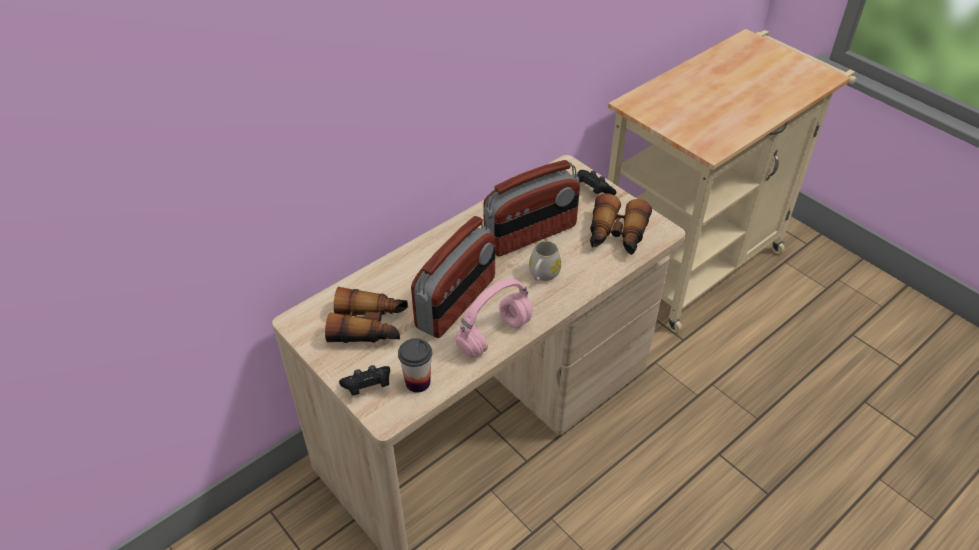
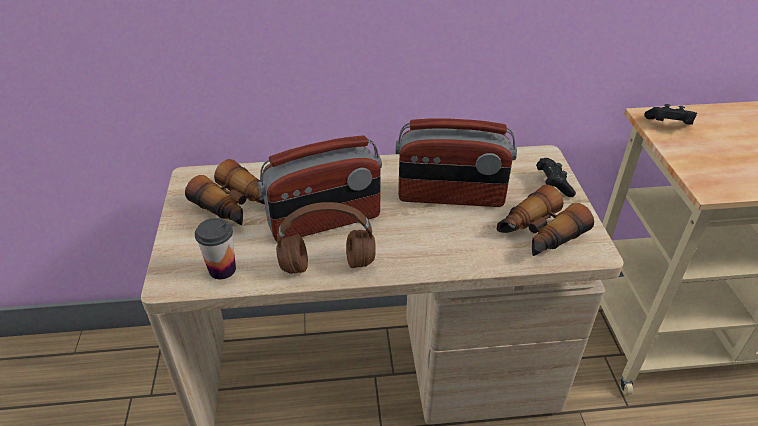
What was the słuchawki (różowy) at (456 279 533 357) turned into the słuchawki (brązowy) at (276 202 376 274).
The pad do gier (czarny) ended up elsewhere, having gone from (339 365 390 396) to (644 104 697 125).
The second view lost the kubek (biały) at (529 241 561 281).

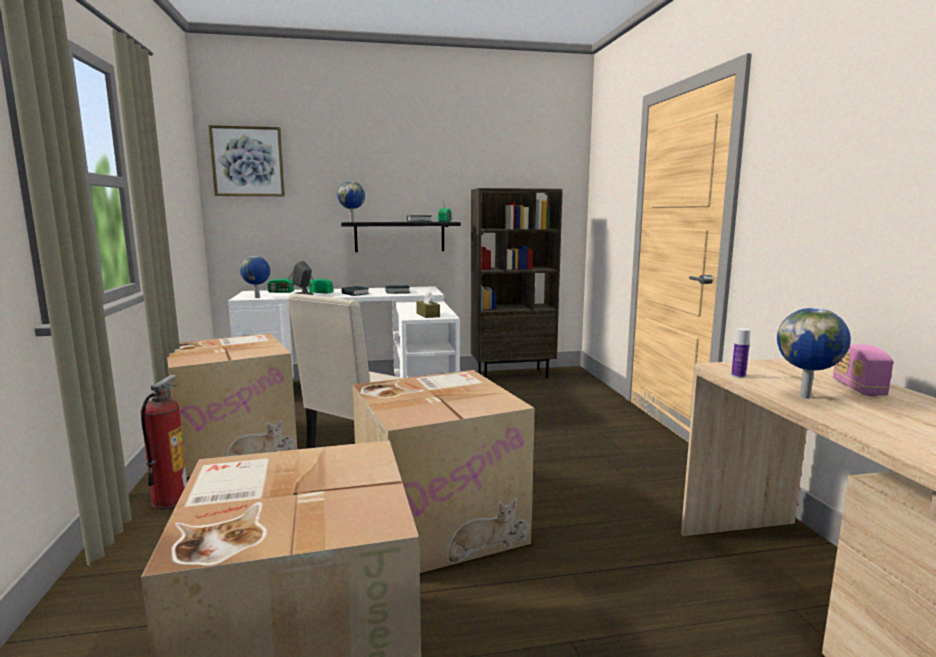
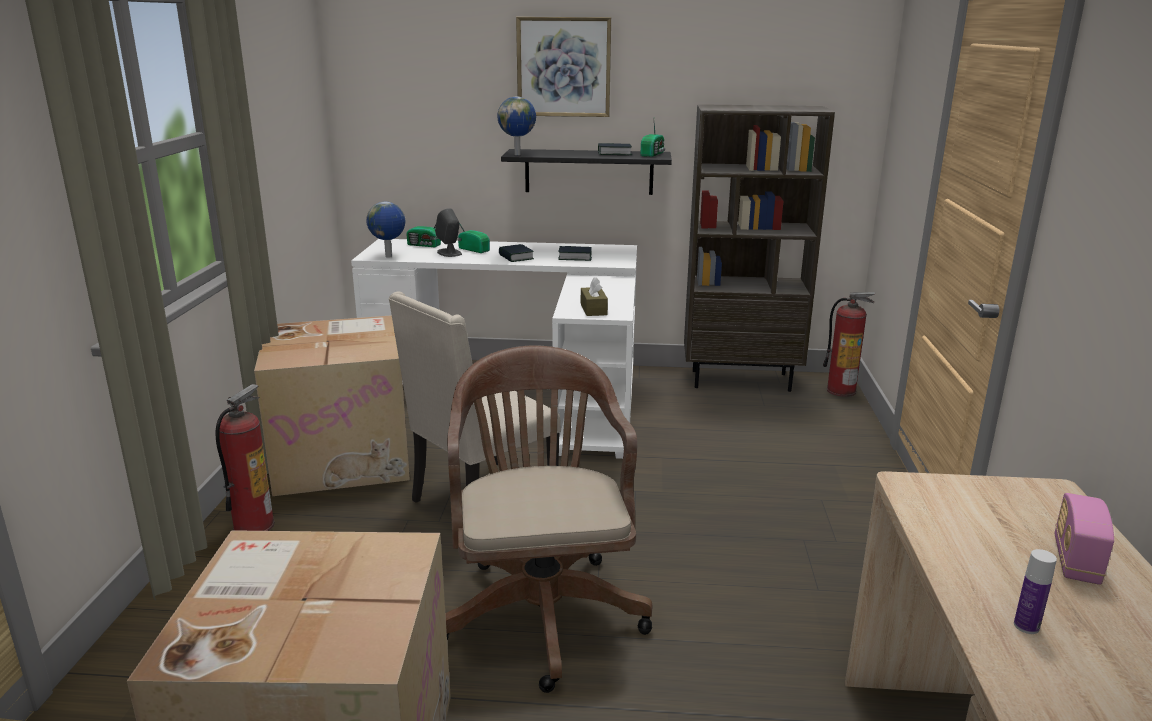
Where the karton stood at (352 370 535 573), the krzesło biurowe (brązowy) came to stand at (445 346 652 693).
The obraz ended up elsewhere, having gone from (208 125 285 196) to (516 17 611 117).
The second view gained the gaśnica at (823 292 876 397).
The butelka ended up elsewhere, having gone from (731 328 750 378) to (1014 549 1057 634).
The second view lost the globus at (777 308 851 399).

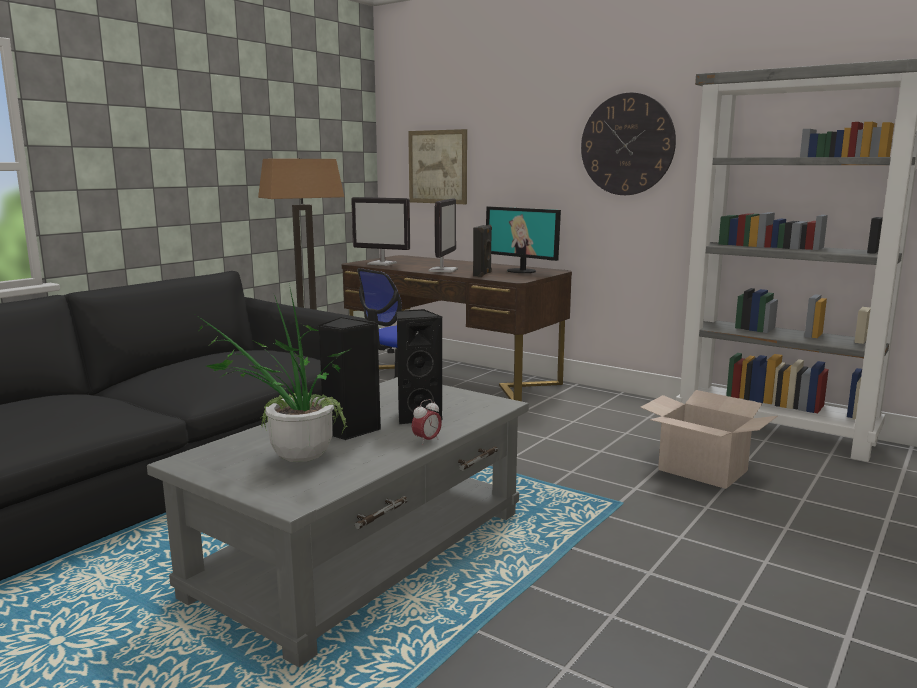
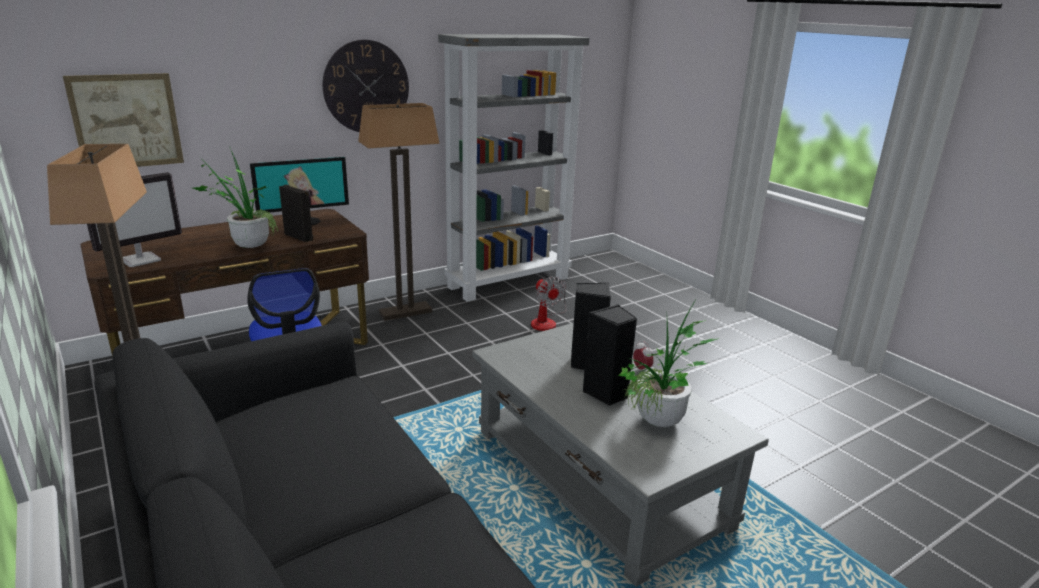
Where the monitor stood at (429 198 458 272), the roślina doniczkowa came to stand at (193 146 278 248).
The second view gained the lampa stojąca at (358 103 440 321).
Where the karton stood at (640 390 778 489), the wentylator came to stand at (531 277 567 331).

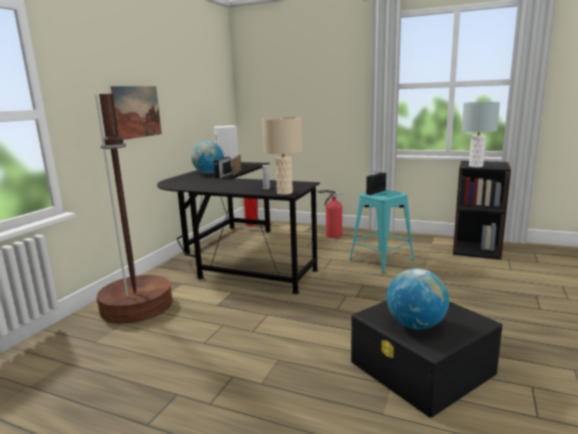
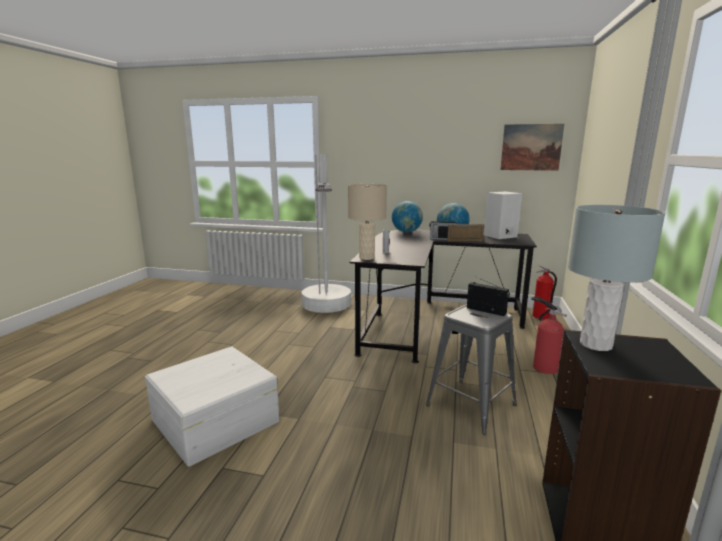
What was the pojemnik do przechowywania (czarny) at (351 301 502 418) turned into the pojemnik do przechowywania (biały) at (145 346 280 467).
What was the lampa stojąca (brązowy) at (95 94 173 324) turned into the lampa stojąca (biały) at (302 154 351 313).
The globus ended up elsewhere, having gone from (387 268 449 329) to (392 201 423 232).
What was the stołek (turkusowy) at (350 190 415 273) turned into the stołek (szary) at (426 304 517 434).
The obraz ended up elsewhere, having gone from (111 86 162 140) to (501 124 564 171).

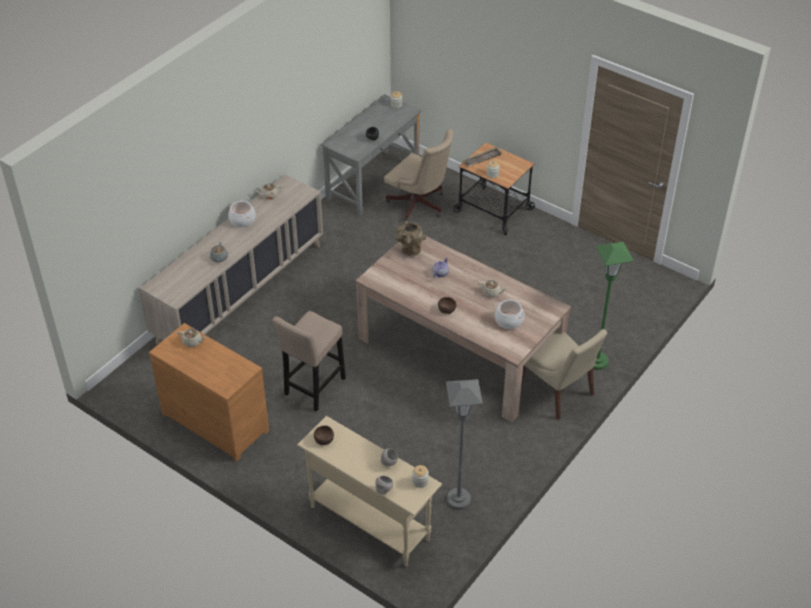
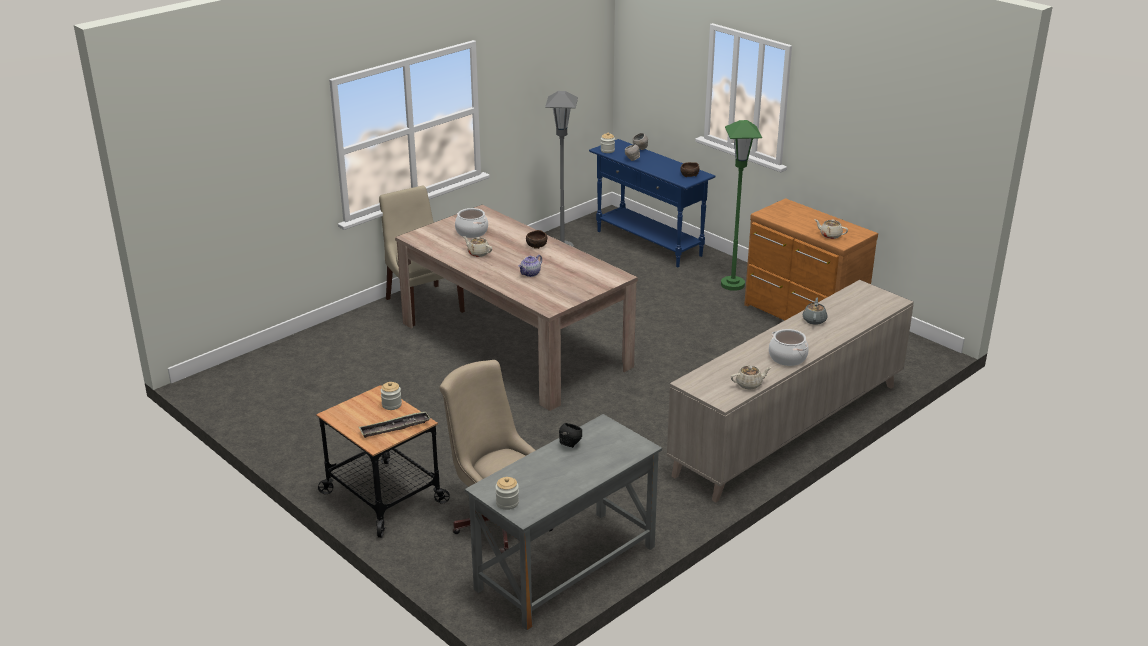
What was the stolik konsolowy (beżowy) at (297 416 442 567) turned into the stolik konsolowy (niebieski) at (589 139 716 267).
The lampa stojąca (zielony) ended up elsewhere, having gone from (593 242 634 370) to (721 120 762 291).
The second view lost the stołek (beżowy) at (272 311 346 411).
The second view lost the wazon (brązowy) at (395 220 426 256).

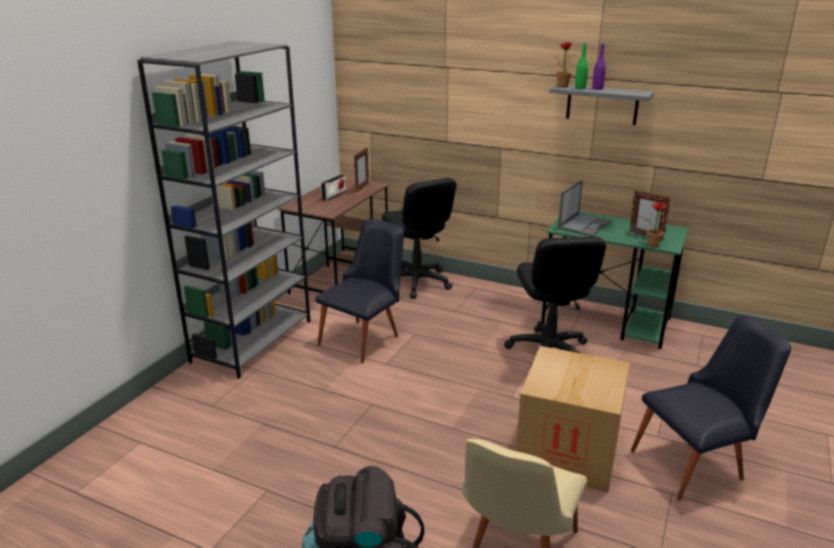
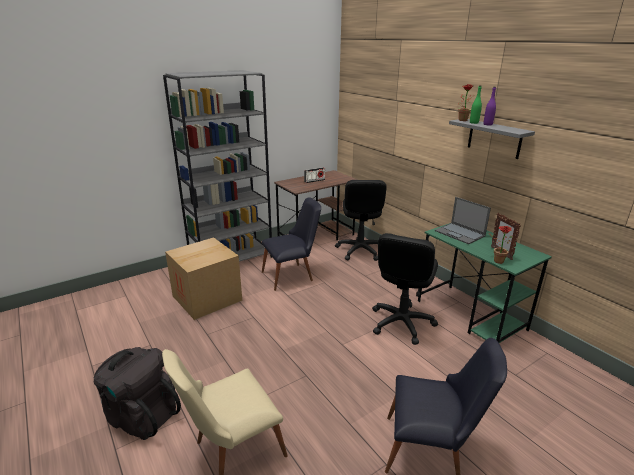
The karton ended up elsewhere, having gone from (516 346 630 492) to (165 237 242 320).
The laptop at (558 180 611 236) ended up facing another way, 75 degrees clockwise from before.
The second view lost the ramka na zdjęcie at (354 147 369 192).

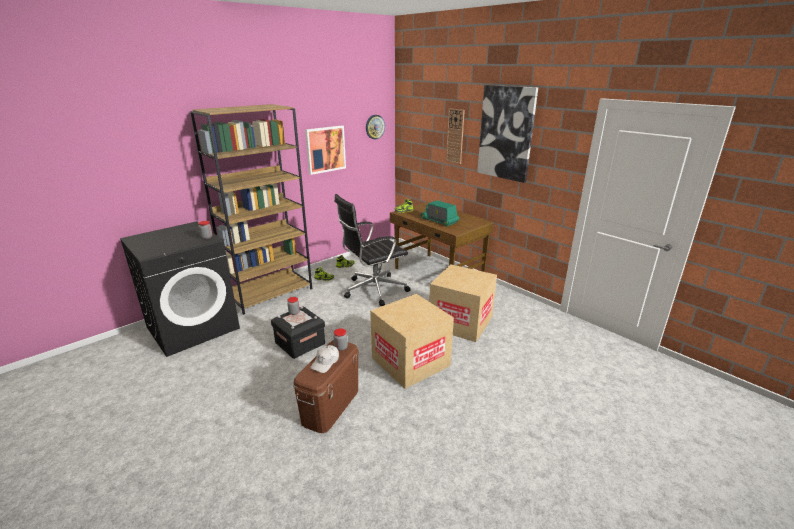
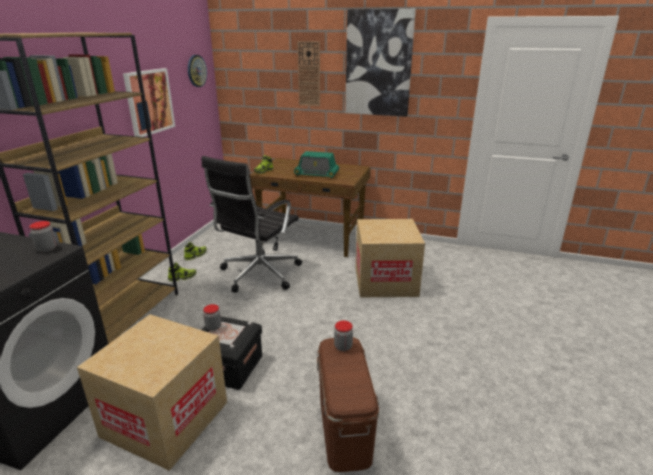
The karton ended up elsewhere, having gone from (370 294 454 389) to (77 314 227 471).
The second view lost the czapka z daszkiem (biały) at (310 345 339 373).

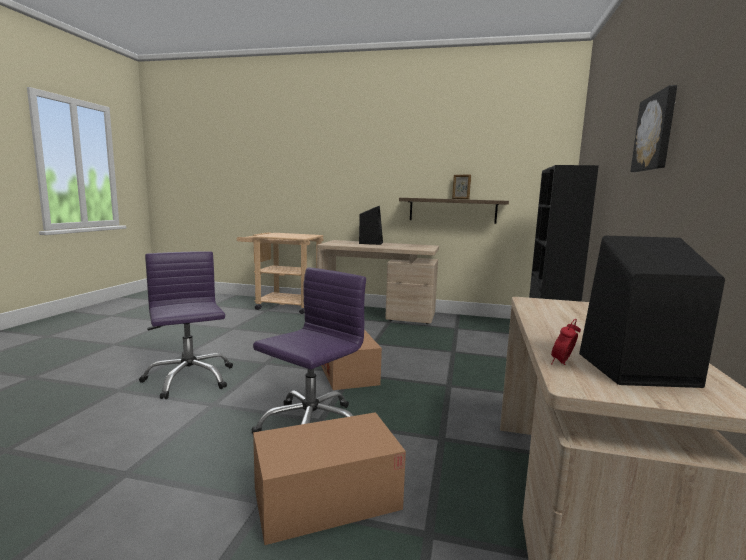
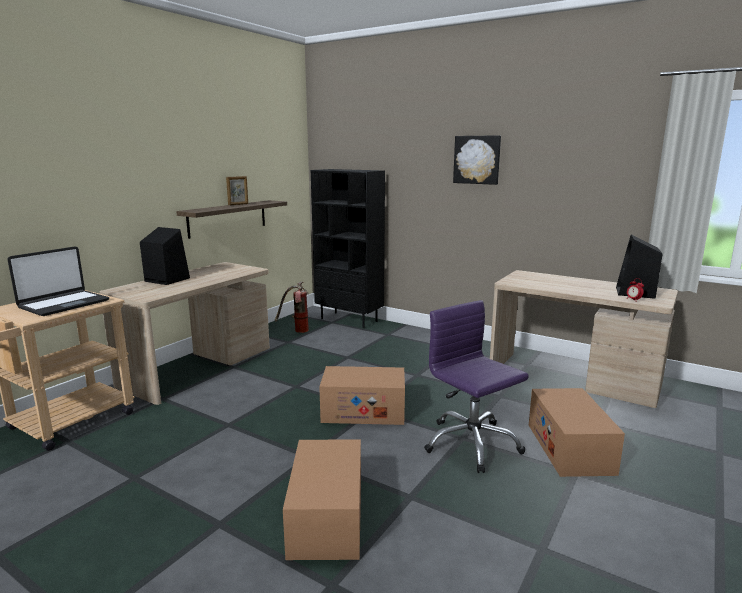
The second view gained the laptop at (8 246 109 316).
The second view gained the gaśnica at (275 282 309 333).
Where the krzesło biurowe (fioletowy) stood at (139 251 233 399), the karton came to stand at (283 439 361 560).

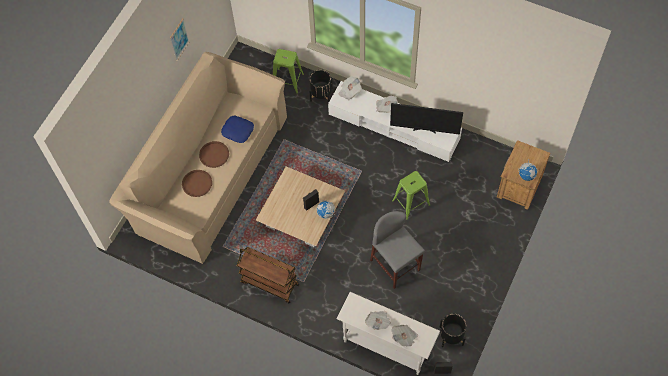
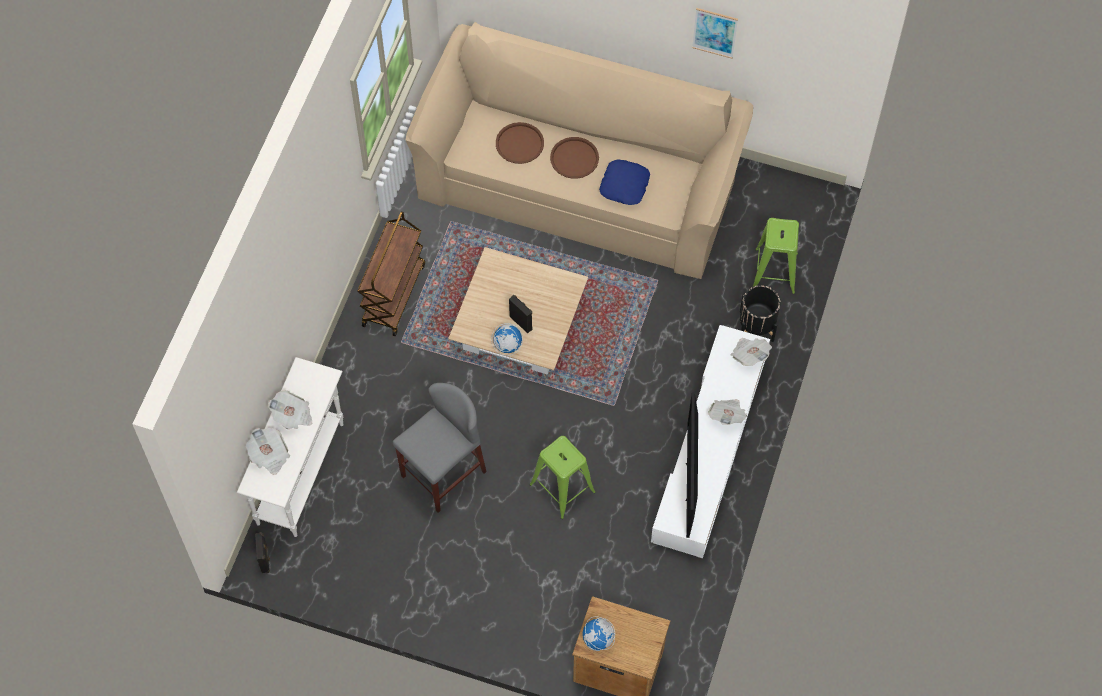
The second view lost the donica (czarny) at (440 314 467 347).

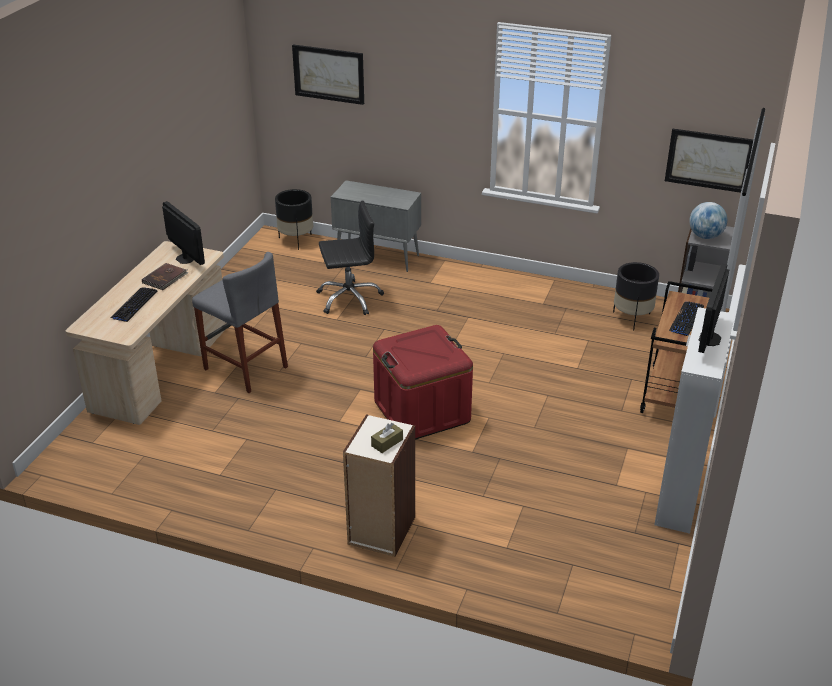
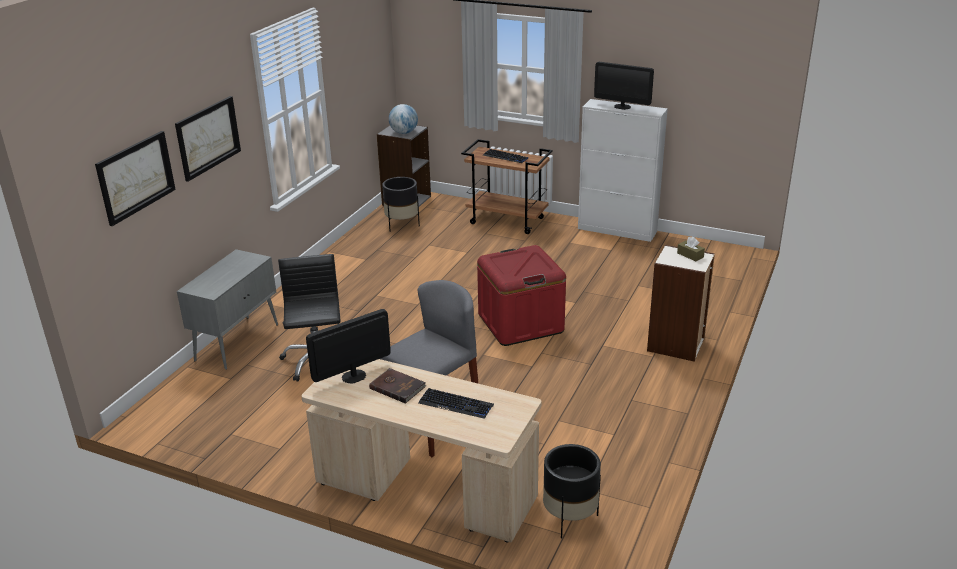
The obraz ended up elsewhere, having gone from (665 129 753 193) to (175 96 241 182).
The donica (czarny) ended up elsewhere, having gone from (275 189 313 250) to (543 444 601 539).

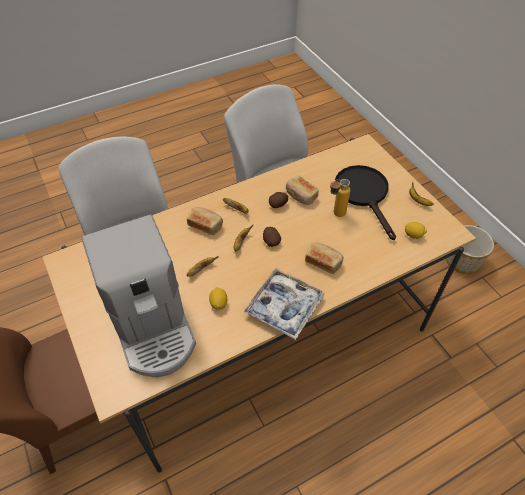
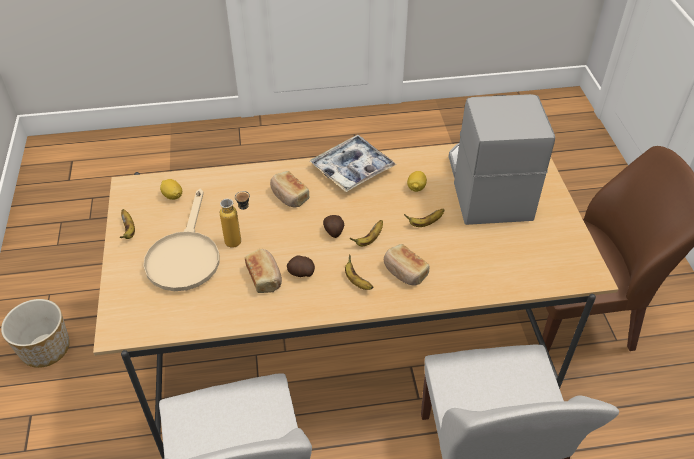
What was the patelnia (czarny) at (335 165 396 240) turned into the patelnia (beżowy) at (144 189 219 291).

